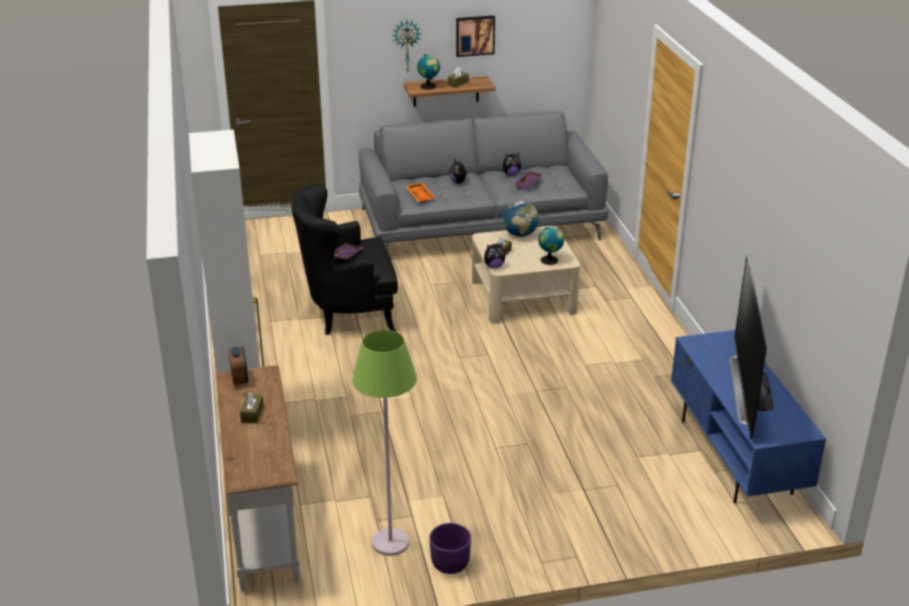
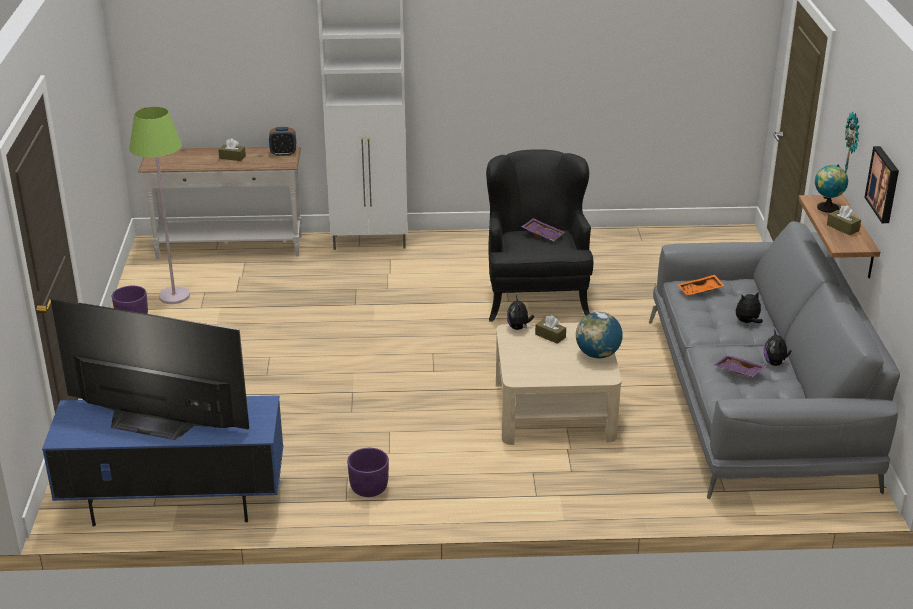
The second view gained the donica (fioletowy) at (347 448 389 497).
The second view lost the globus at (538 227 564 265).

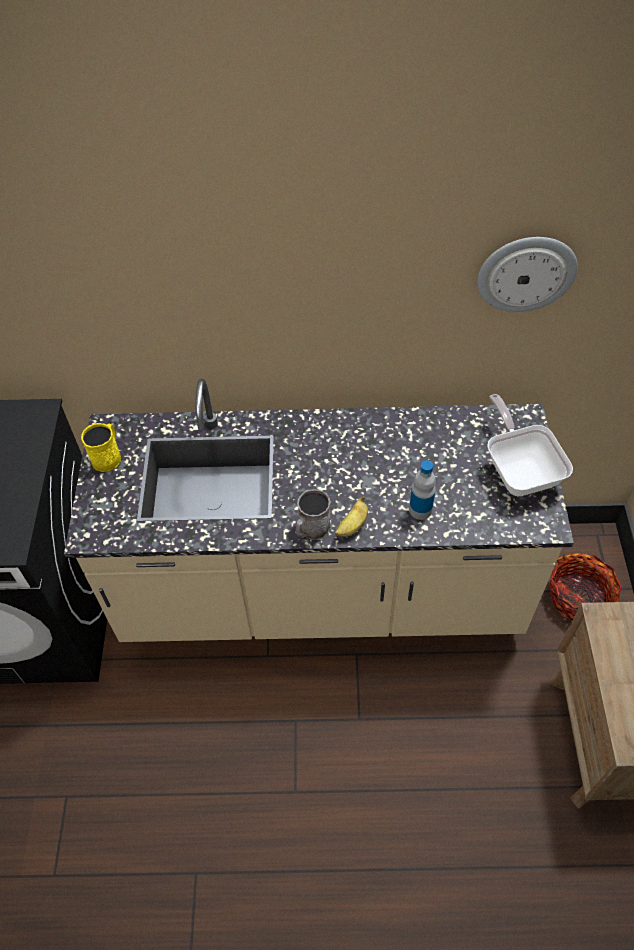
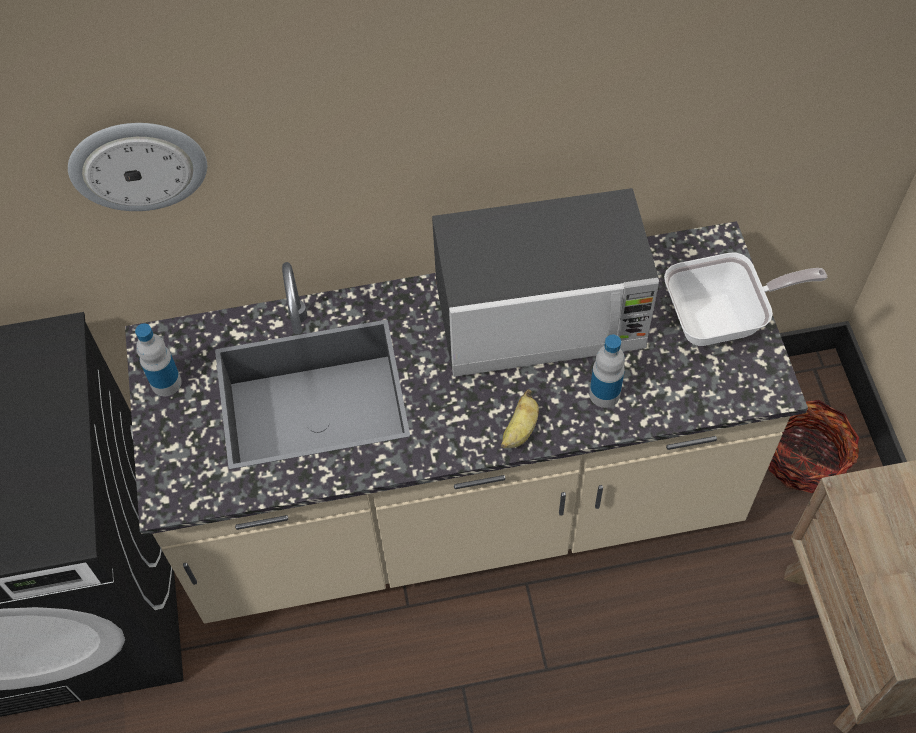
The zegar ścienny ended up elsewhere, having gone from (477 237 578 312) to (68 123 207 211).
Where the kubek (żółty) stood at (81 423 121 472), the butelka came to stand at (135 323 182 396).
The second view gained the mikrofalówka at (432 188 659 377).
The patelnia at (487 394 573 496) ended up facing another way, 105 degrees clockwise from before.
The second view lost the kubek (szary) at (296 489 331 540).

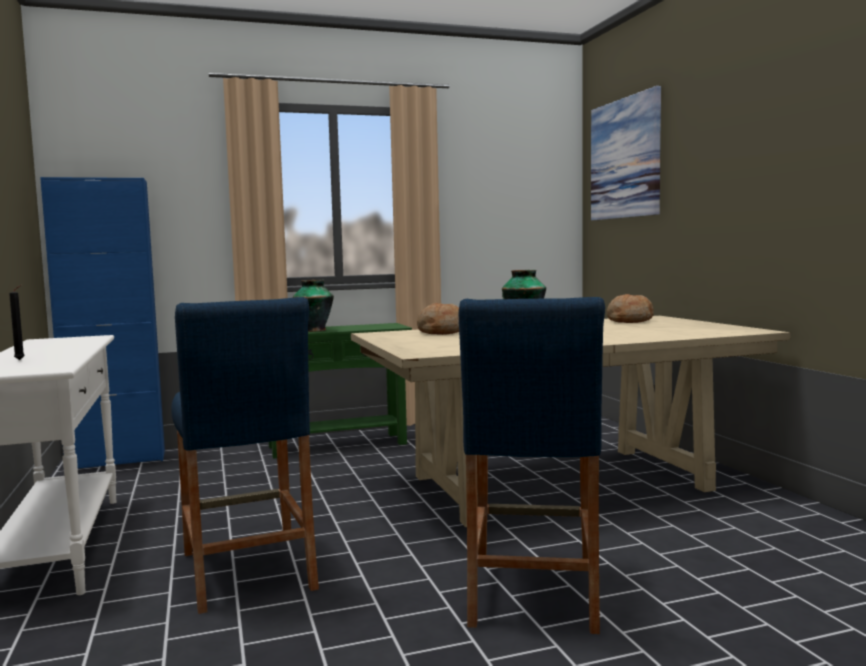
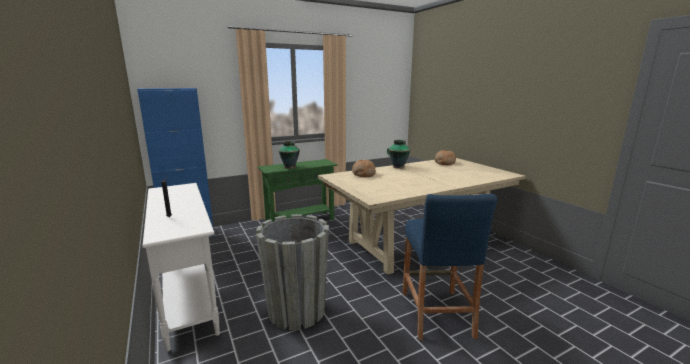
Where the stołek (niebieski) stood at (171 297 319 614), the donica (szary) came to stand at (256 214 329 330).
The second view lost the obraz at (591 86 661 221).

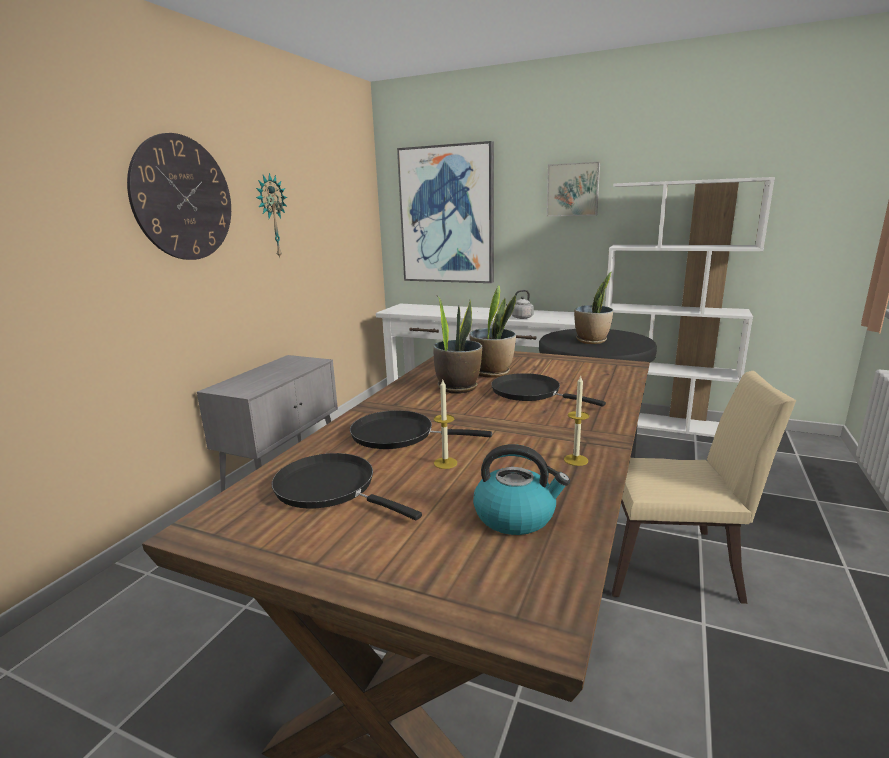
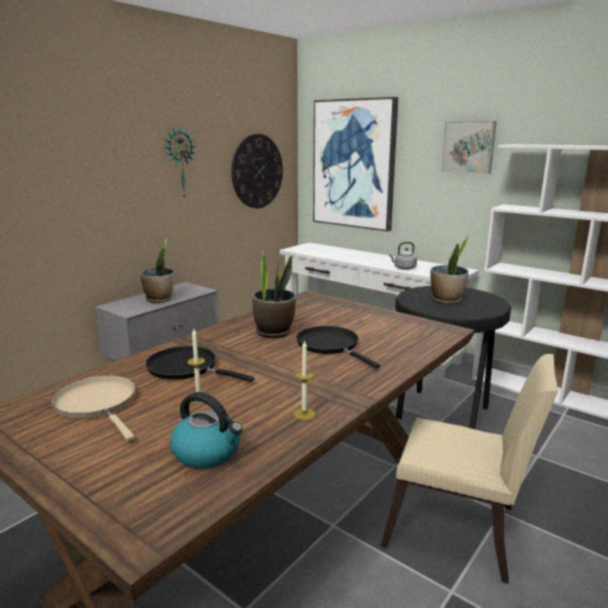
What was the patelnia (czarny) at (272 453 422 521) turned into the patelnia (beżowy) at (51 375 136 441).
The roślina doniczkowa ended up elsewhere, having gone from (470 286 516 378) to (140 239 174 303).
The zegar ścienny ended up elsewhere, having gone from (127 133 231 260) to (231 134 283 208).

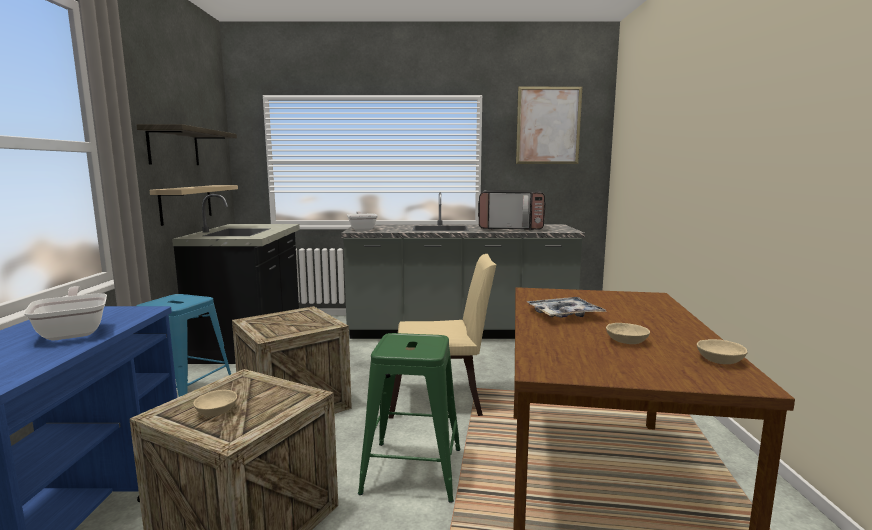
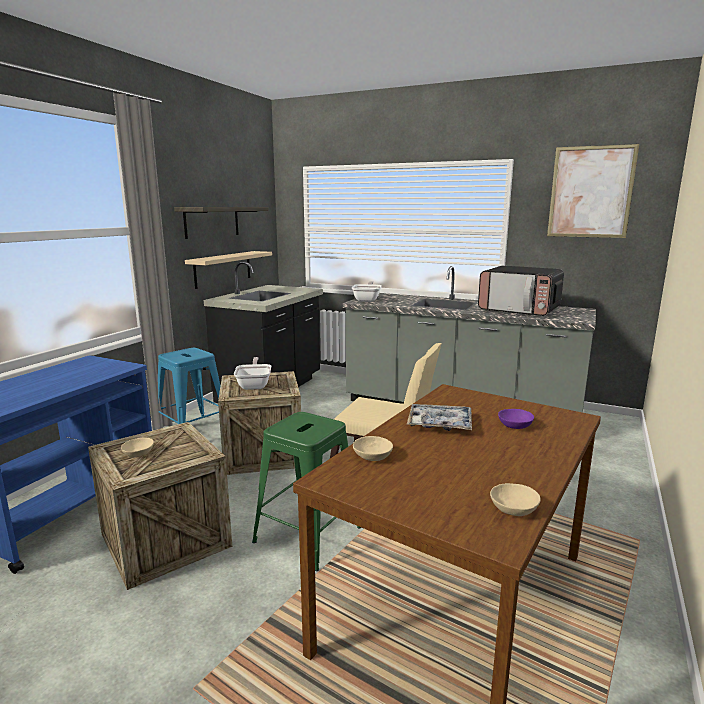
The patelnia ended up elsewhere, having gone from (23 286 107 340) to (234 357 271 390).
The miska (beżowy) ended up elsewhere, having gone from (606 323 650 344) to (353 436 393 461).
The second view gained the miska (fioletowy) at (498 409 534 429).

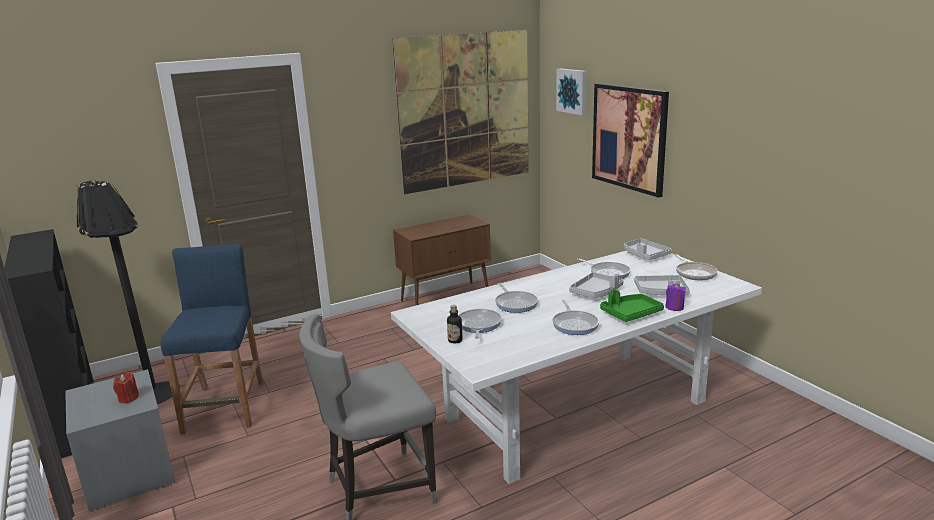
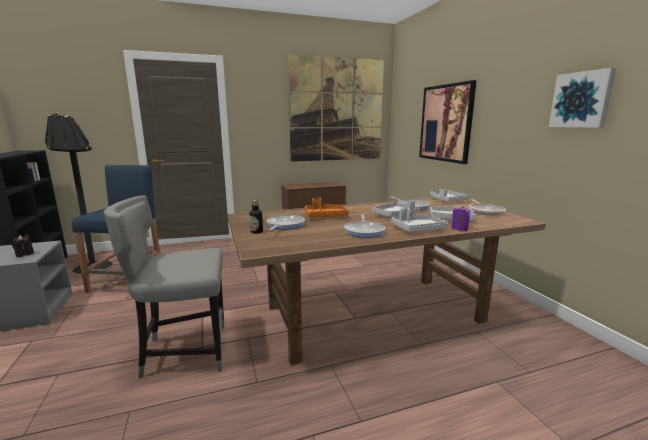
What was the świeca (czerwony) at (113 372 139 403) turned into the świeca (czarny) at (12 235 34 257).
What was the stół jadalny (biały) at (391 251 762 484) turned into the stół jadalny (brązowy) at (228 198 546 365).
Where the patelnia stood at (495 283 538 313), the taca (pomarańczowy) came to stand at (305 198 349 217).
What was the taca (zielony) at (600 290 664 322) turned into the taca (szary) at (391 208 448 232).
The obraz ended up elsewhere, having gone from (556 68 587 115) to (549 68 616 128).

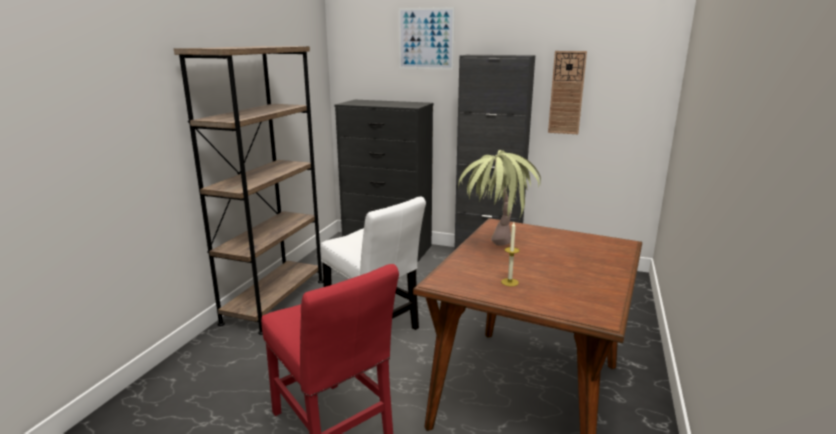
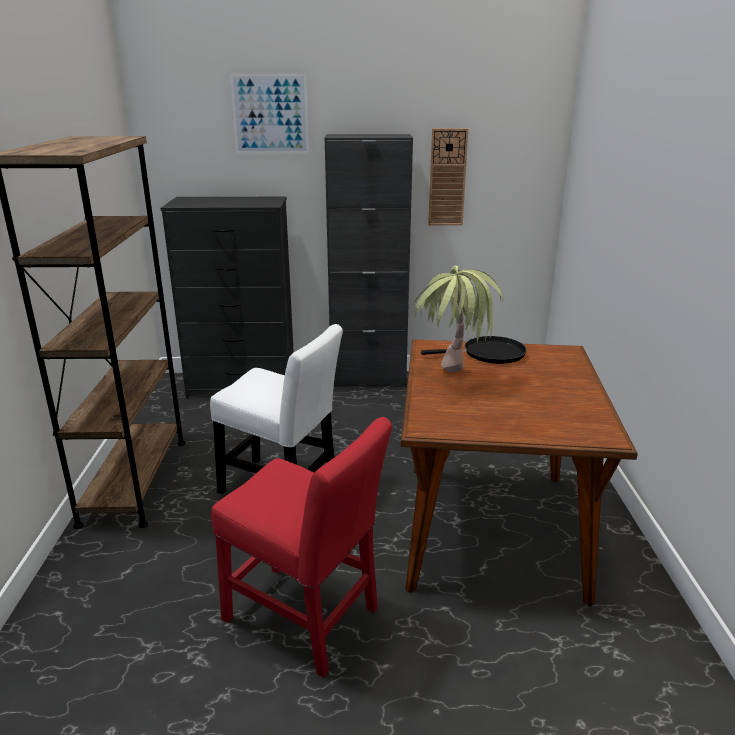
The second view gained the patelnia (czarny) at (421 336 527 364).
The second view lost the świeca at (501 222 520 286).

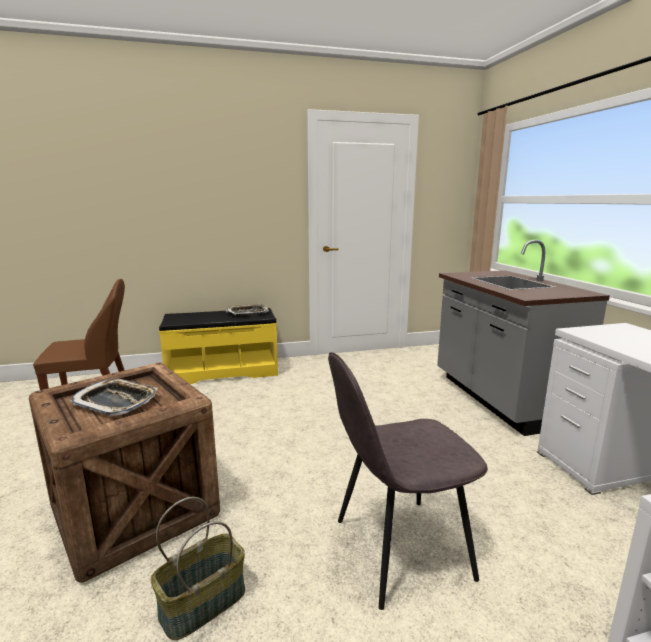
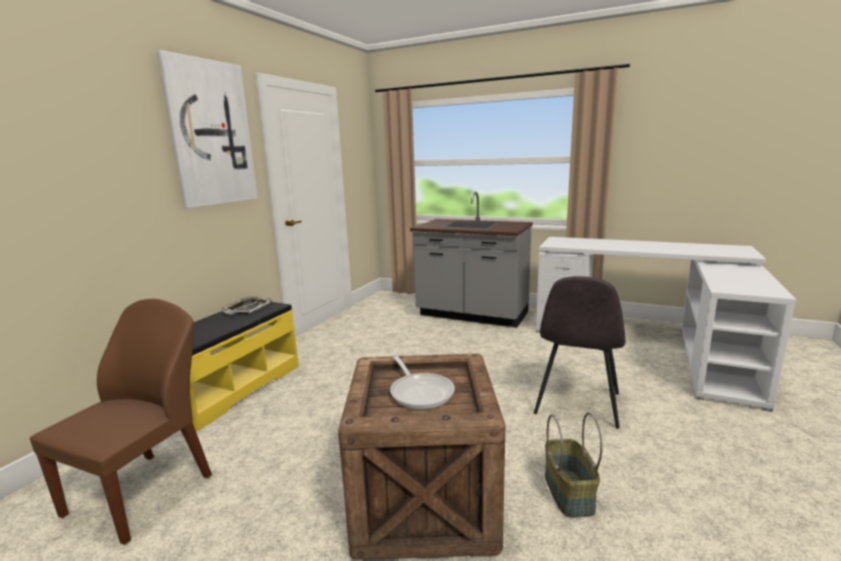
The second view gained the obraz at (157 50 258 209).
Where the taca stood at (69 379 158 416), the patelnia came to stand at (390 353 455 410).

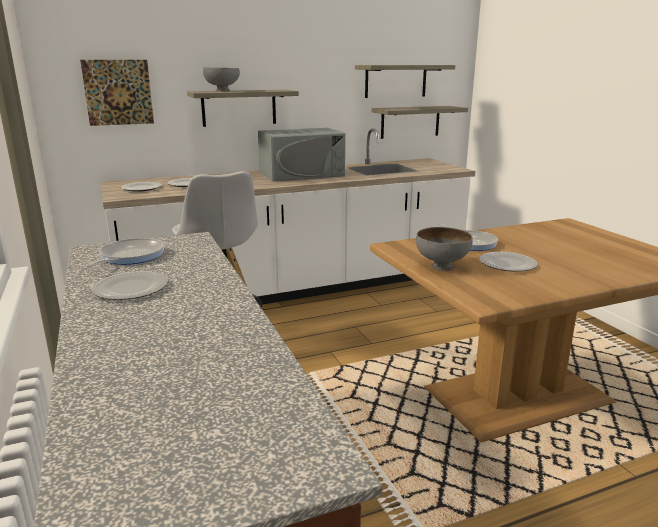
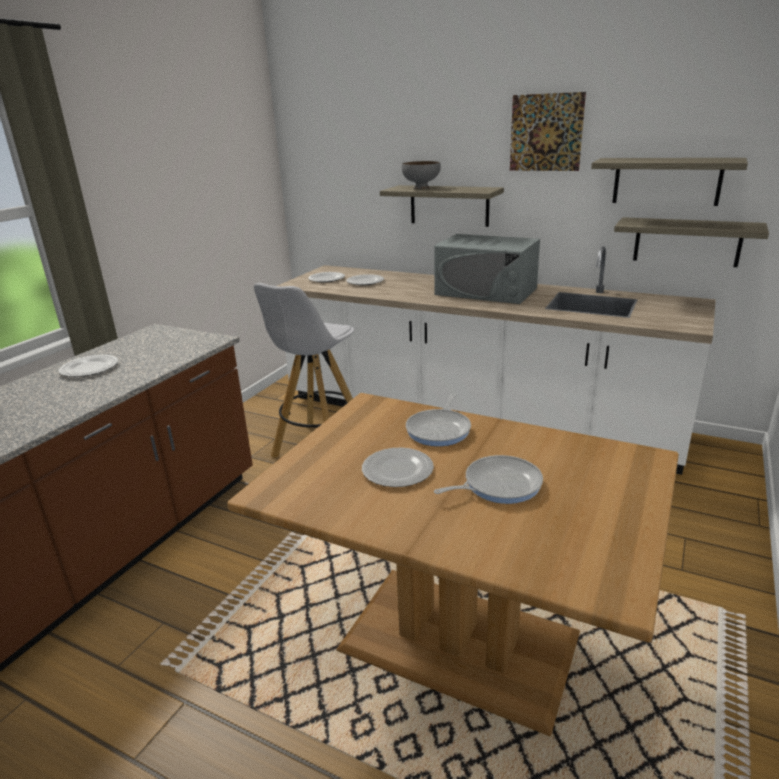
The patelnia ended up elsewhere, having gone from (85 238 165 267) to (434 455 543 504).
The obraz ended up elsewhere, having gone from (80 60 154 126) to (510 92 586 171).
The second view lost the miska (szary) at (416 227 473 271).

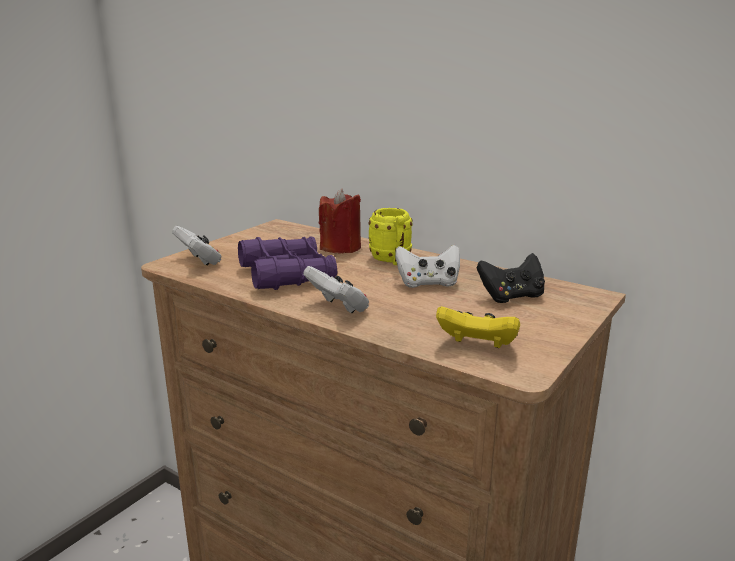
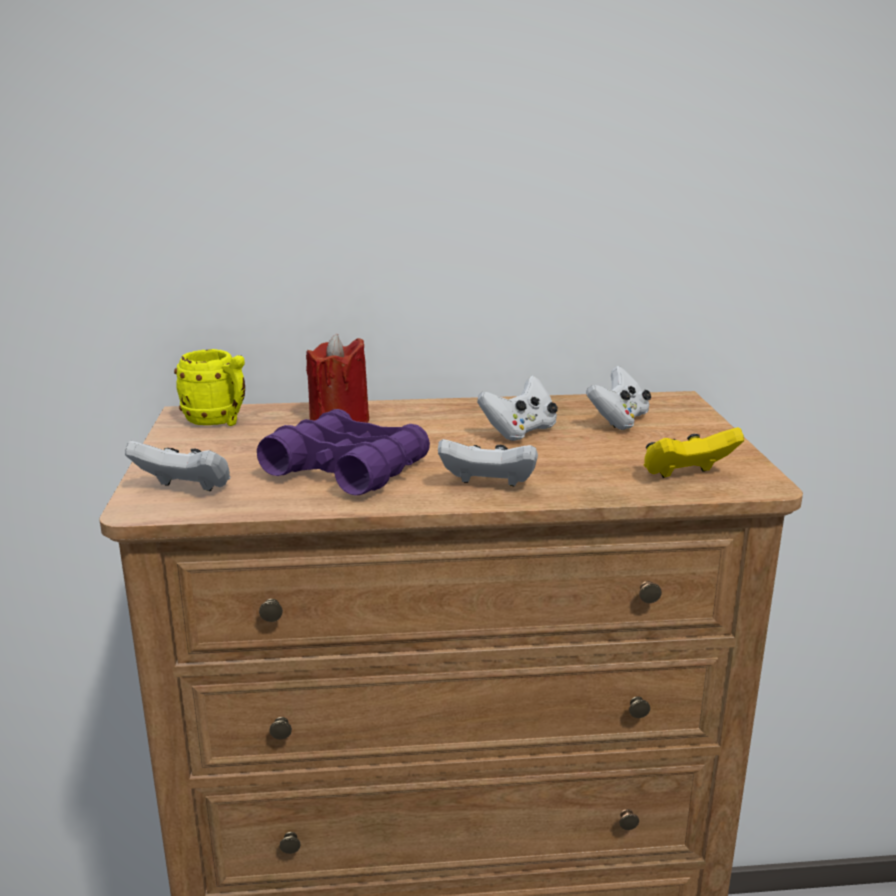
The kubek (żółty) ended up elsewhere, having gone from (368 208 413 265) to (174 349 245 426).
What was the pad do gier (czarny) at (477 253 545 303) turned into the pad do gier (biały) at (586 366 651 430).

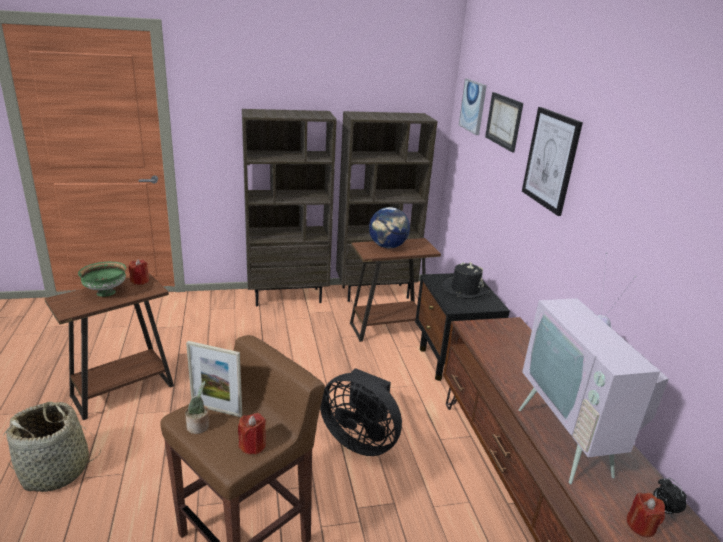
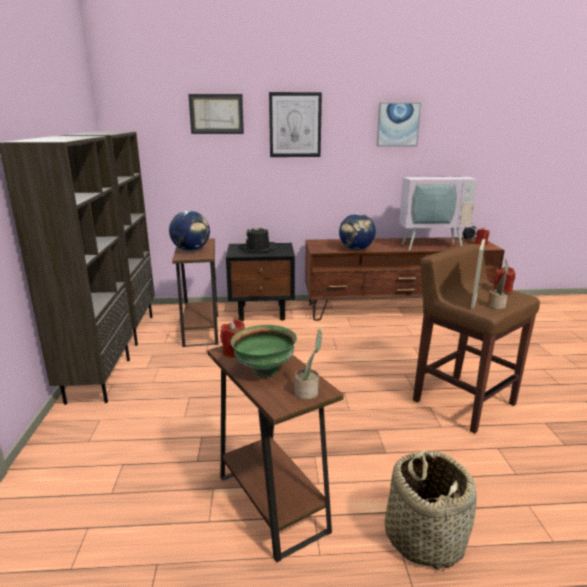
The second view gained the roślina doniczkowa at (294 329 322 400).
The second view gained the globus at (339 213 376 250).
The obraz ended up elsewhere, having gone from (459 79 487 135) to (376 102 421 147).
The second view lost the wentylator (czarny) at (320 368 402 456).

